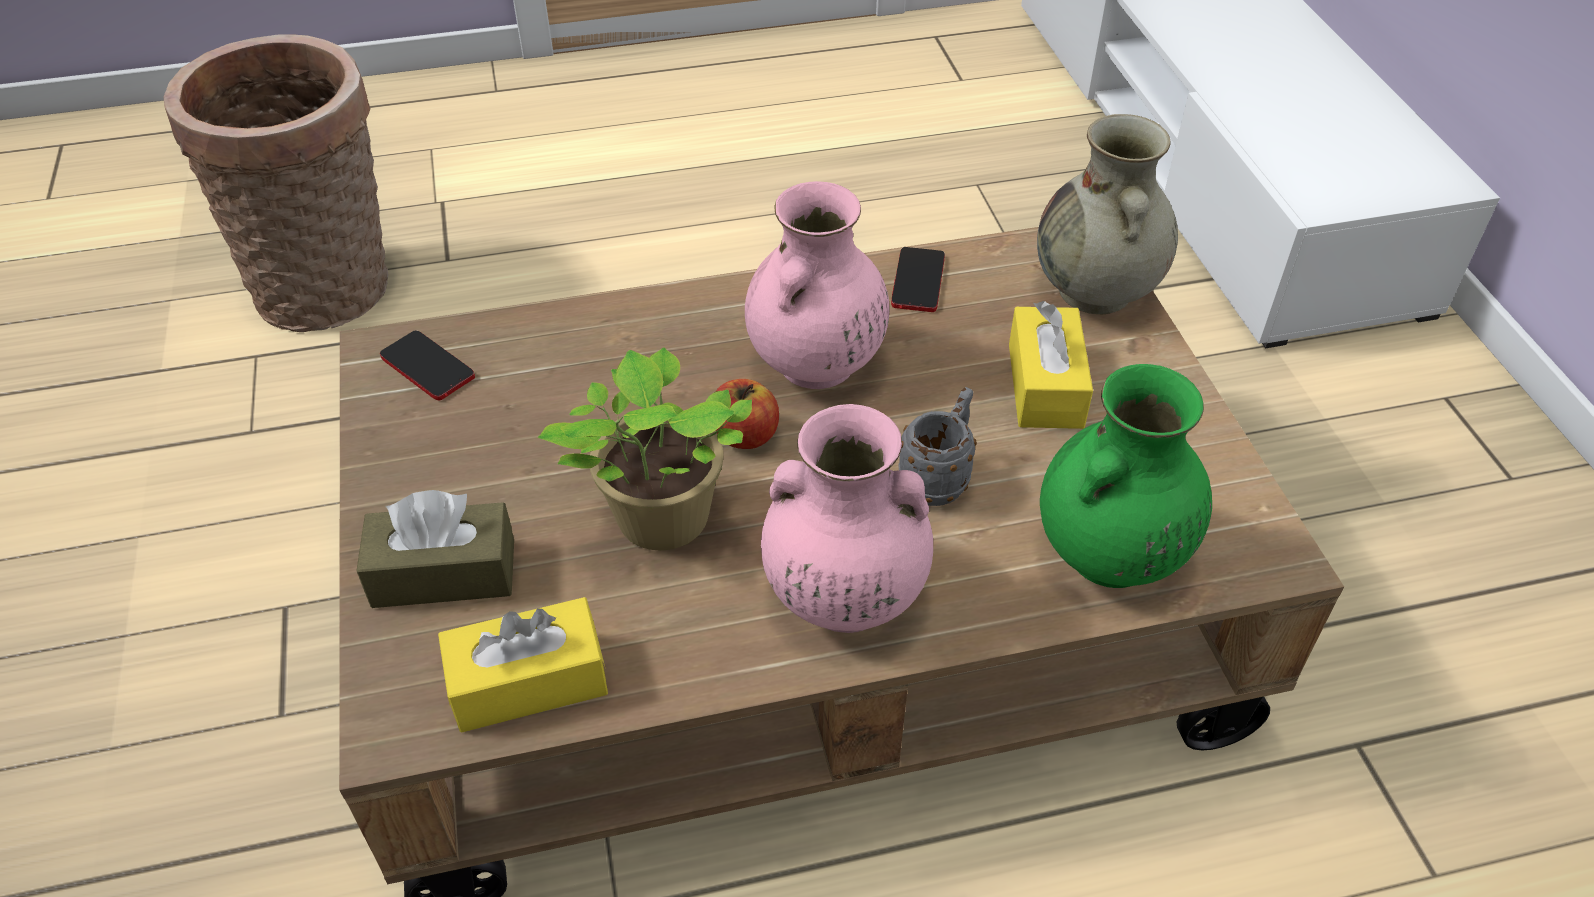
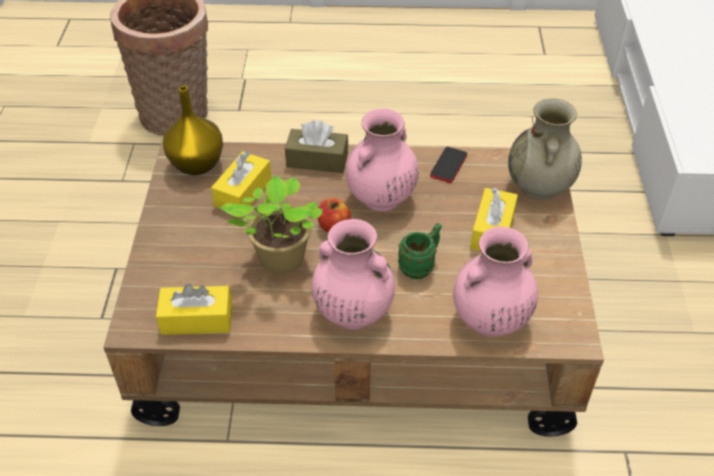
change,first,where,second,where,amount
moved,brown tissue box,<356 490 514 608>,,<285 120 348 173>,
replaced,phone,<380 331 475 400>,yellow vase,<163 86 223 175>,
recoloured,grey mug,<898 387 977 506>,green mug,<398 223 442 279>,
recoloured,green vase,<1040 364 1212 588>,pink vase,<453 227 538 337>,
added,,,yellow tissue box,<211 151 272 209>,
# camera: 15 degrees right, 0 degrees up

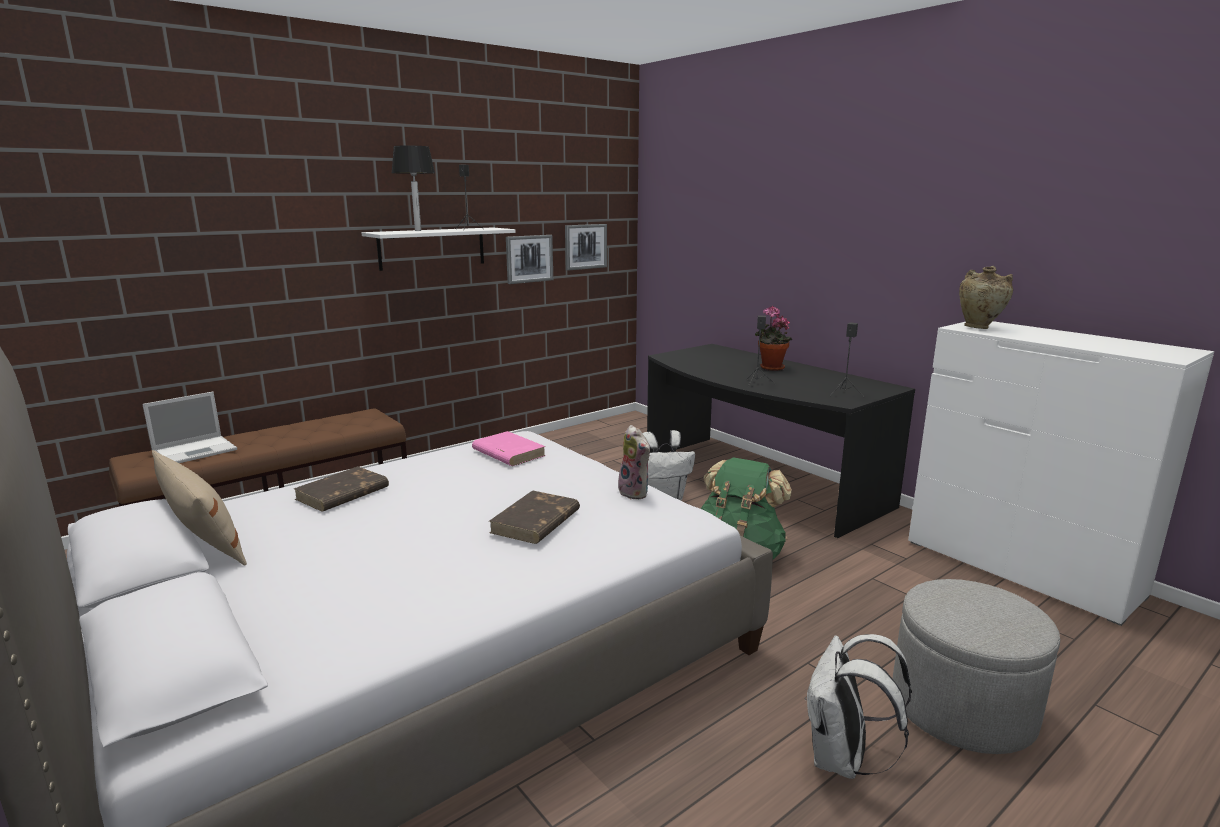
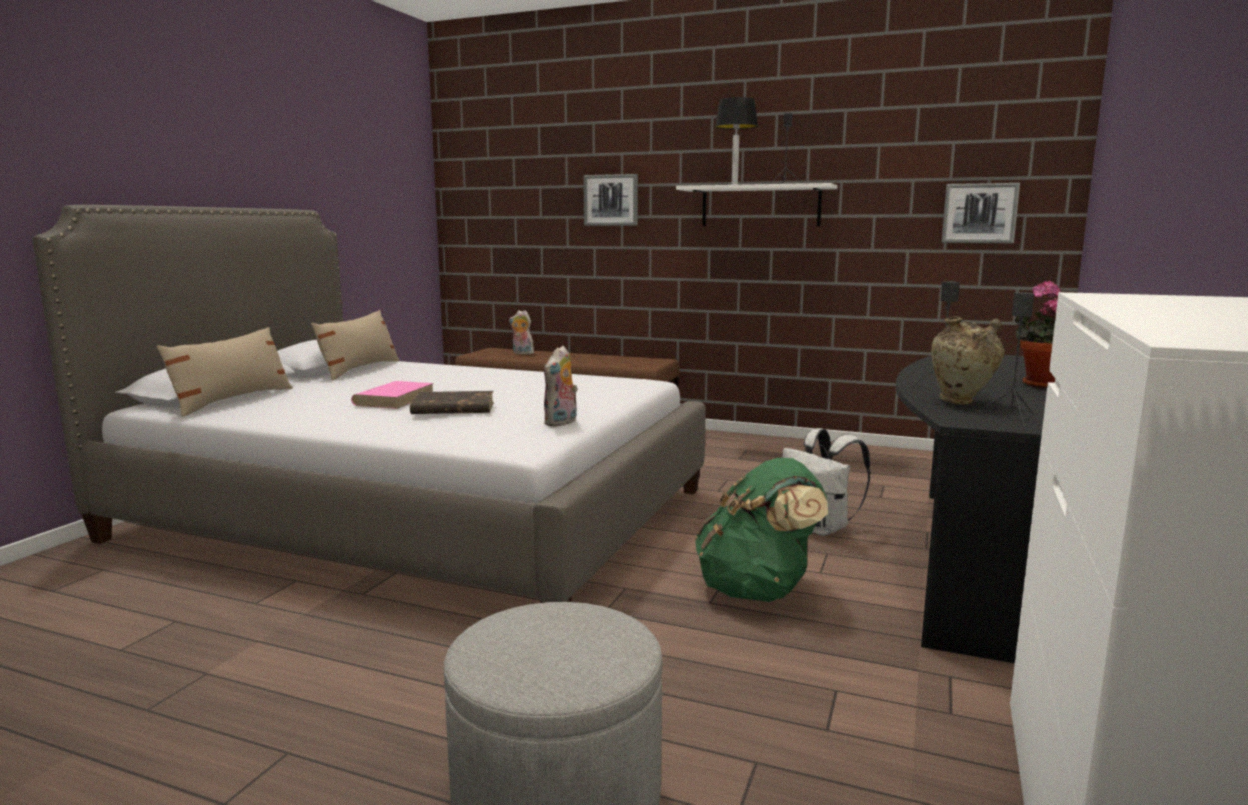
change,first,where,second,where,amount
replaced,laptop,<142 392 237 463>,plush toy,<509 310 534 354>,
removed,brown book,<294 466 389 512>,,,
moved,pink book,<472 431 546 466>,,<351 381 434 409>,
moved,picture,<506 235 553 284>,,<583 174 638 226>,
removed,white backpack,<805 634 912 779>,,,
moved,beige vase,<959 266 1013 329>,,<931 317 1005 405>,
added,,,beige pillow,<156 327 293 417>,
# camera: 60 degrees right, 5 degrees down

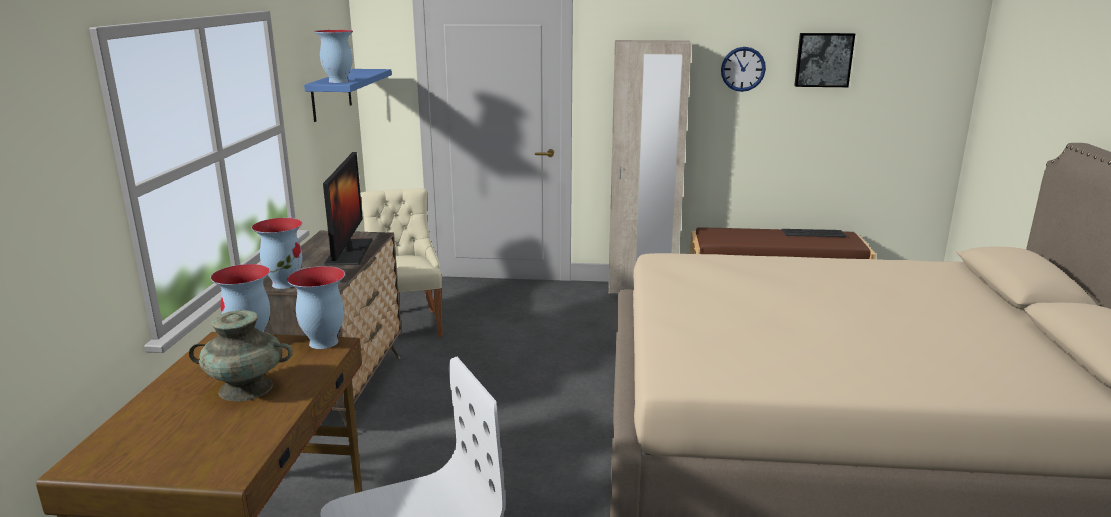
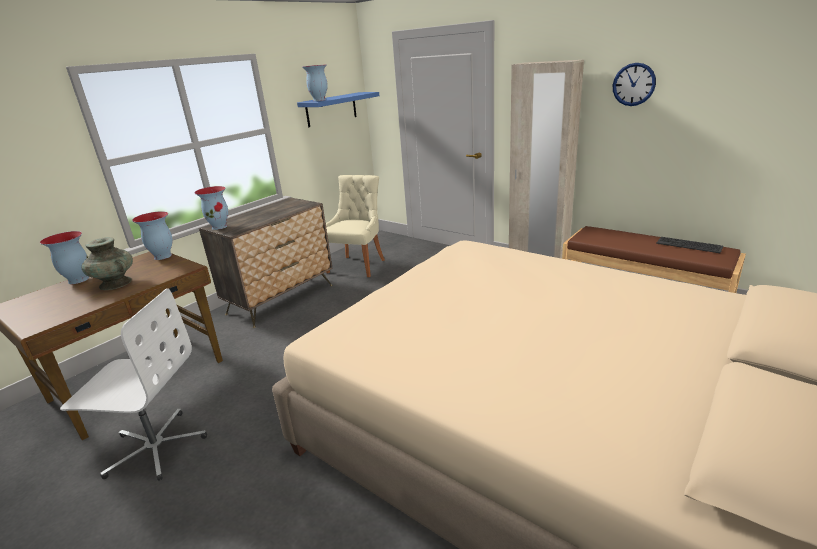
change,first,where,second,where,amount
moved,vase,<287 266 345 349>,,<40 231 89 284>,
removed,monitor,<323 152 372 265>,,,
removed,picture,<794 33 855 87>,,,
# camera: 35 degrees right, 5 degrees up

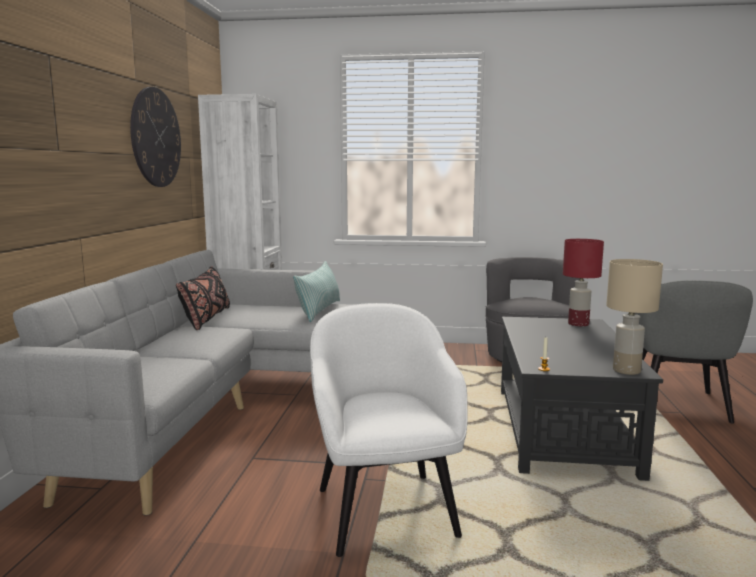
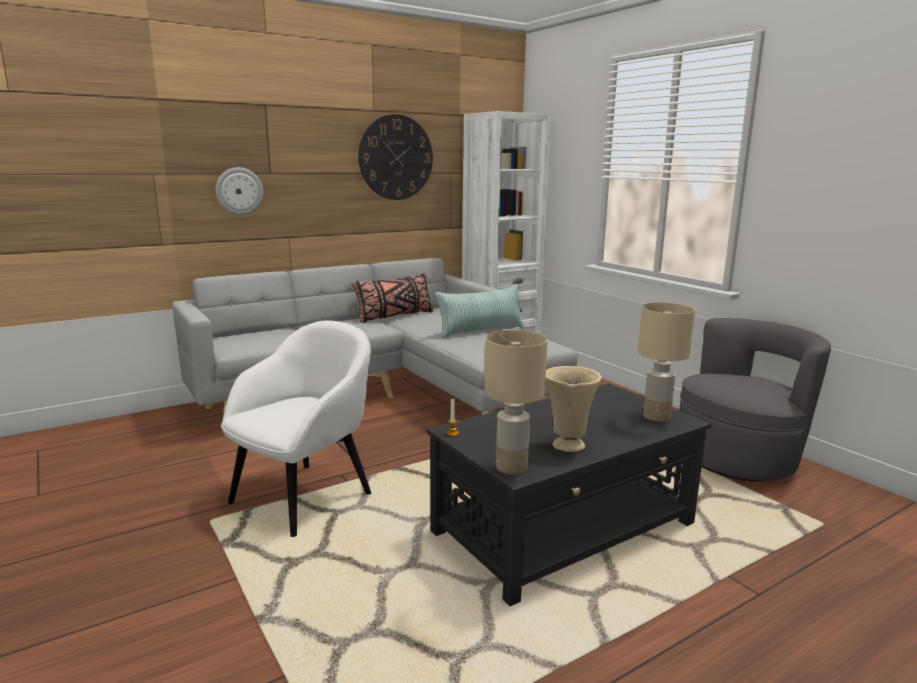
change,first,where,second,where,amount
recoloured,red table lamp,<563 239 604 326>,beige table lamp,<638 302 695 422>,
removed,grey armchair,<634 280 753 424>,,,
added,,,wall clock,<215 167 264 215>,
added,,,beige vase,<546 366 602 452>,
# camera: 50 degrees right, 5 degrees up

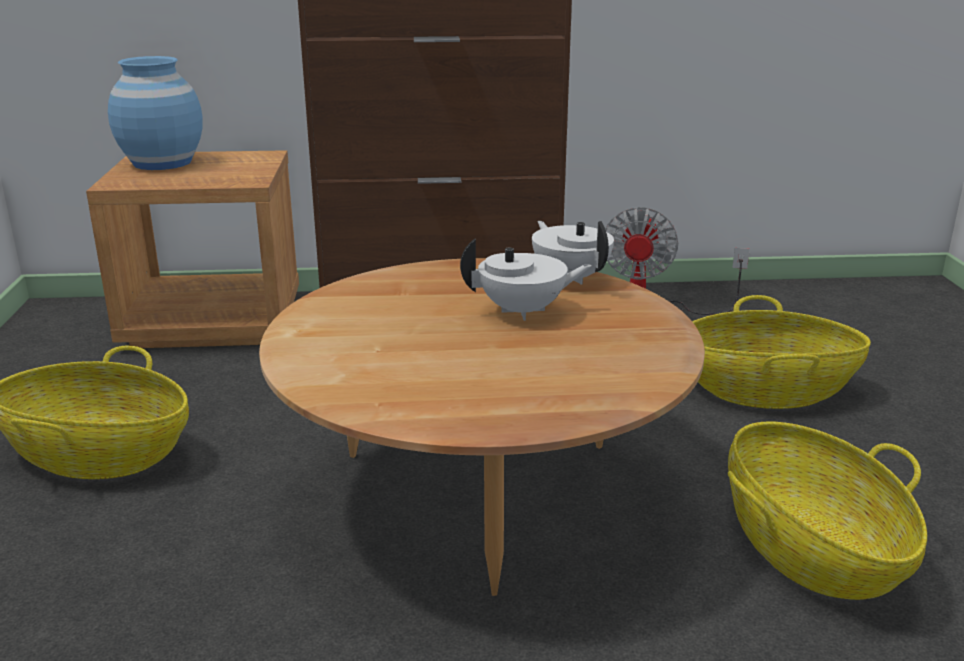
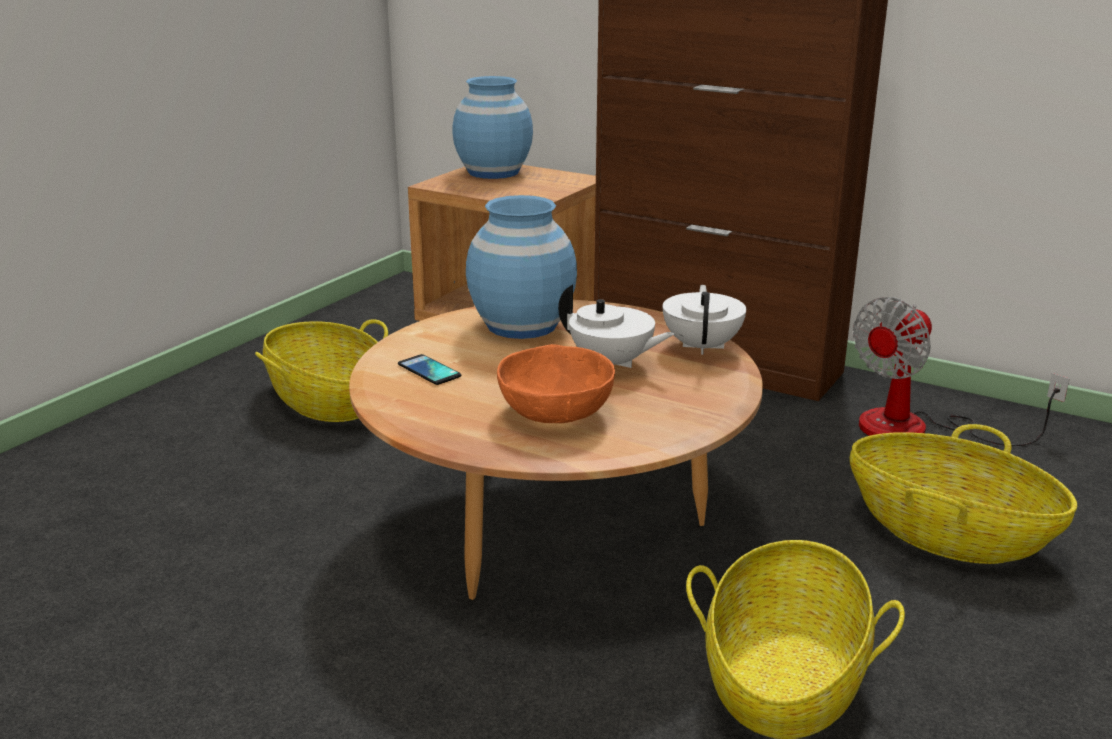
change,first,where,second,where,amount
added,,,phone,<398 354 461 385>,
added,,,blue vase,<466 195 577 339>,
added,,,orange bowl,<497 344 615 423>,
# camera: 35 degrees right, 0 degrees up

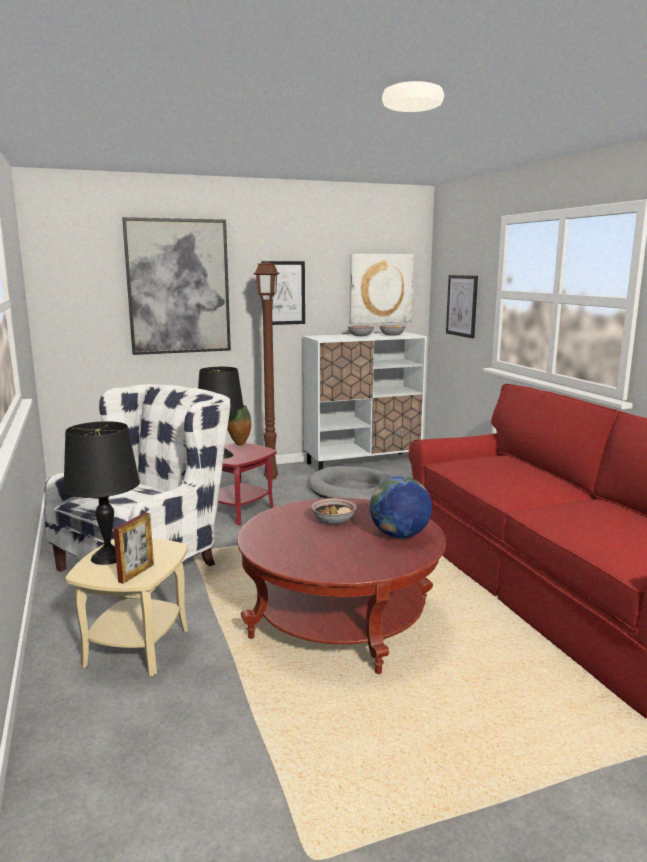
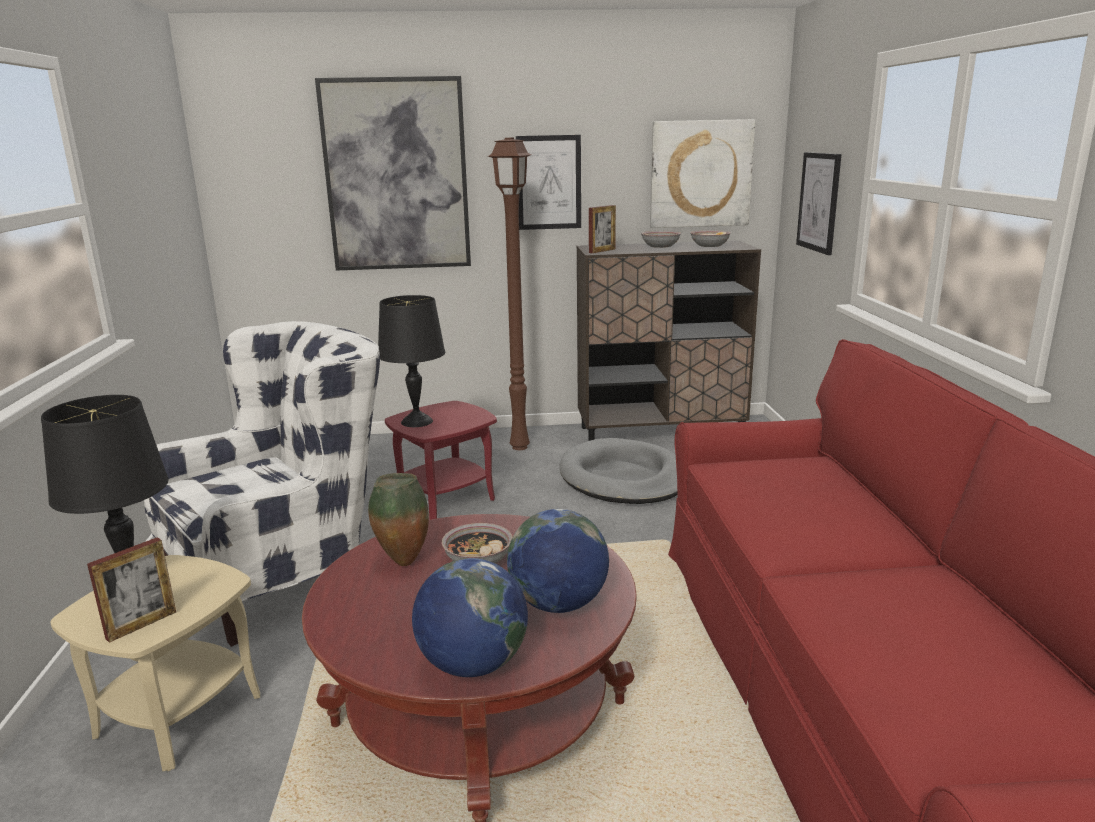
change,first,where,second,where,amount
moved,vase,<227 405 251 446>,,<368 473 429 566>,
recoloured,white cabinet,<303 332 427 470>,brown cabinet,<577 240 761 441>,
added,,,globe,<412 558 528 677>,
added,,,picture frame,<589 205 616 253>,
# camera: 15 degrees right, 5 degrees up

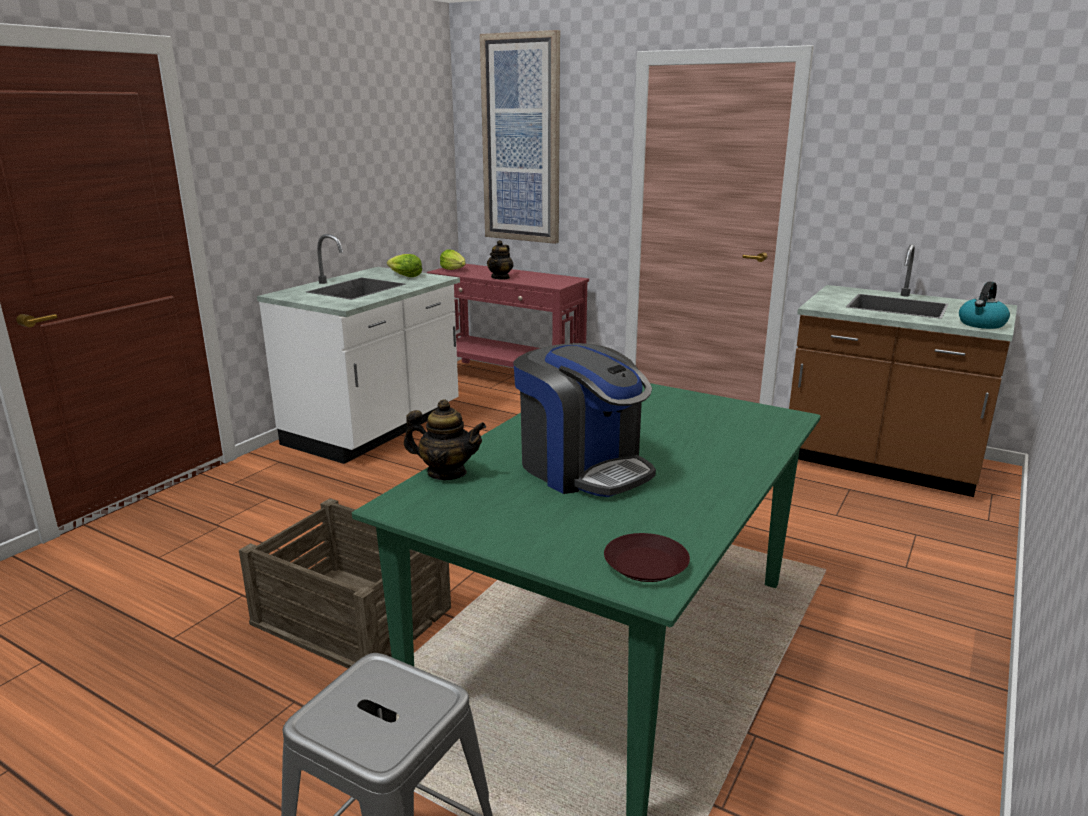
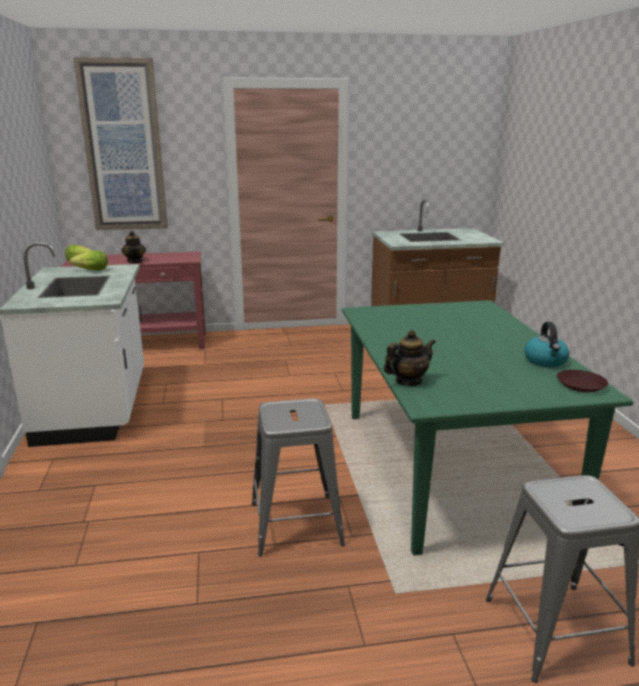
change,first,where,second,where,amount
replaced,crate,<239 498 451 668>,grey stool,<252 399 345 556>,
removed,coffee machine,<513 343 656 497>,,,
moved,kettle,<959 281 1010 329>,,<524 322 570 368>,
# camera: 40 degrees left, 0 degrees up

